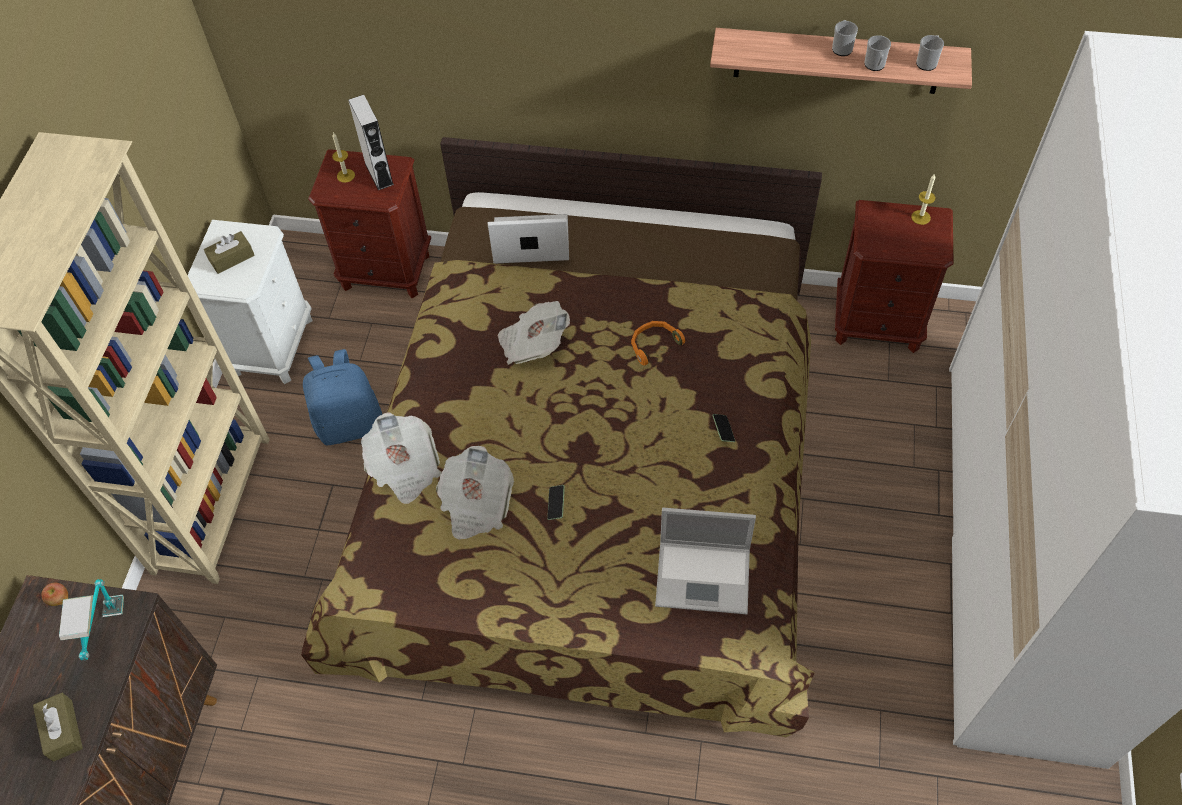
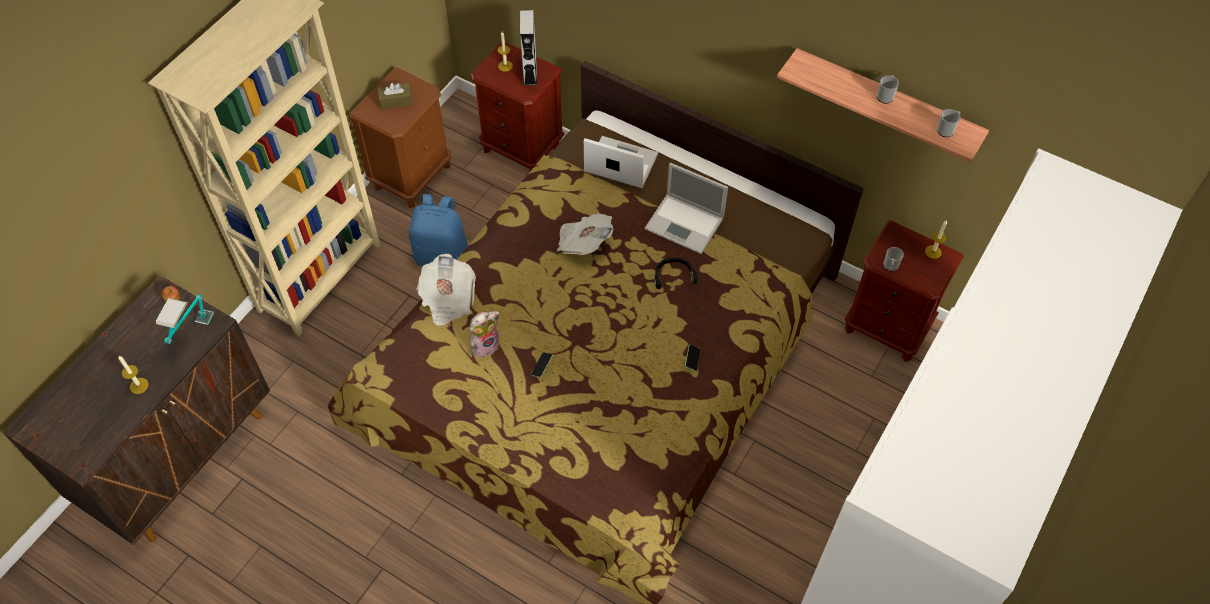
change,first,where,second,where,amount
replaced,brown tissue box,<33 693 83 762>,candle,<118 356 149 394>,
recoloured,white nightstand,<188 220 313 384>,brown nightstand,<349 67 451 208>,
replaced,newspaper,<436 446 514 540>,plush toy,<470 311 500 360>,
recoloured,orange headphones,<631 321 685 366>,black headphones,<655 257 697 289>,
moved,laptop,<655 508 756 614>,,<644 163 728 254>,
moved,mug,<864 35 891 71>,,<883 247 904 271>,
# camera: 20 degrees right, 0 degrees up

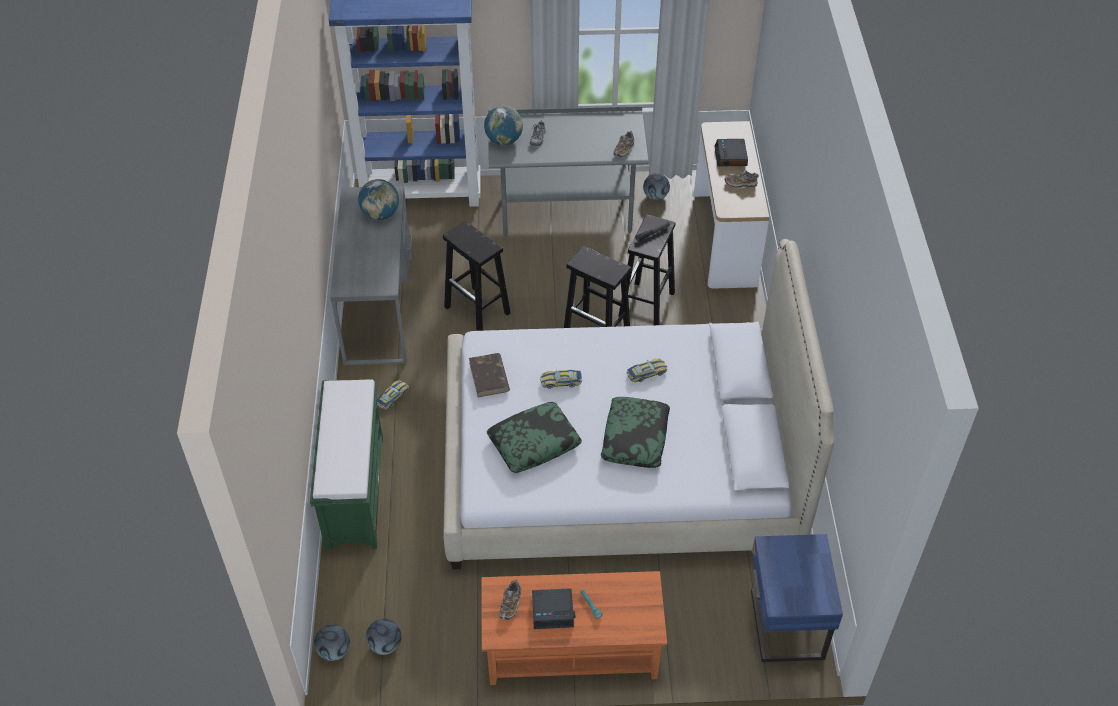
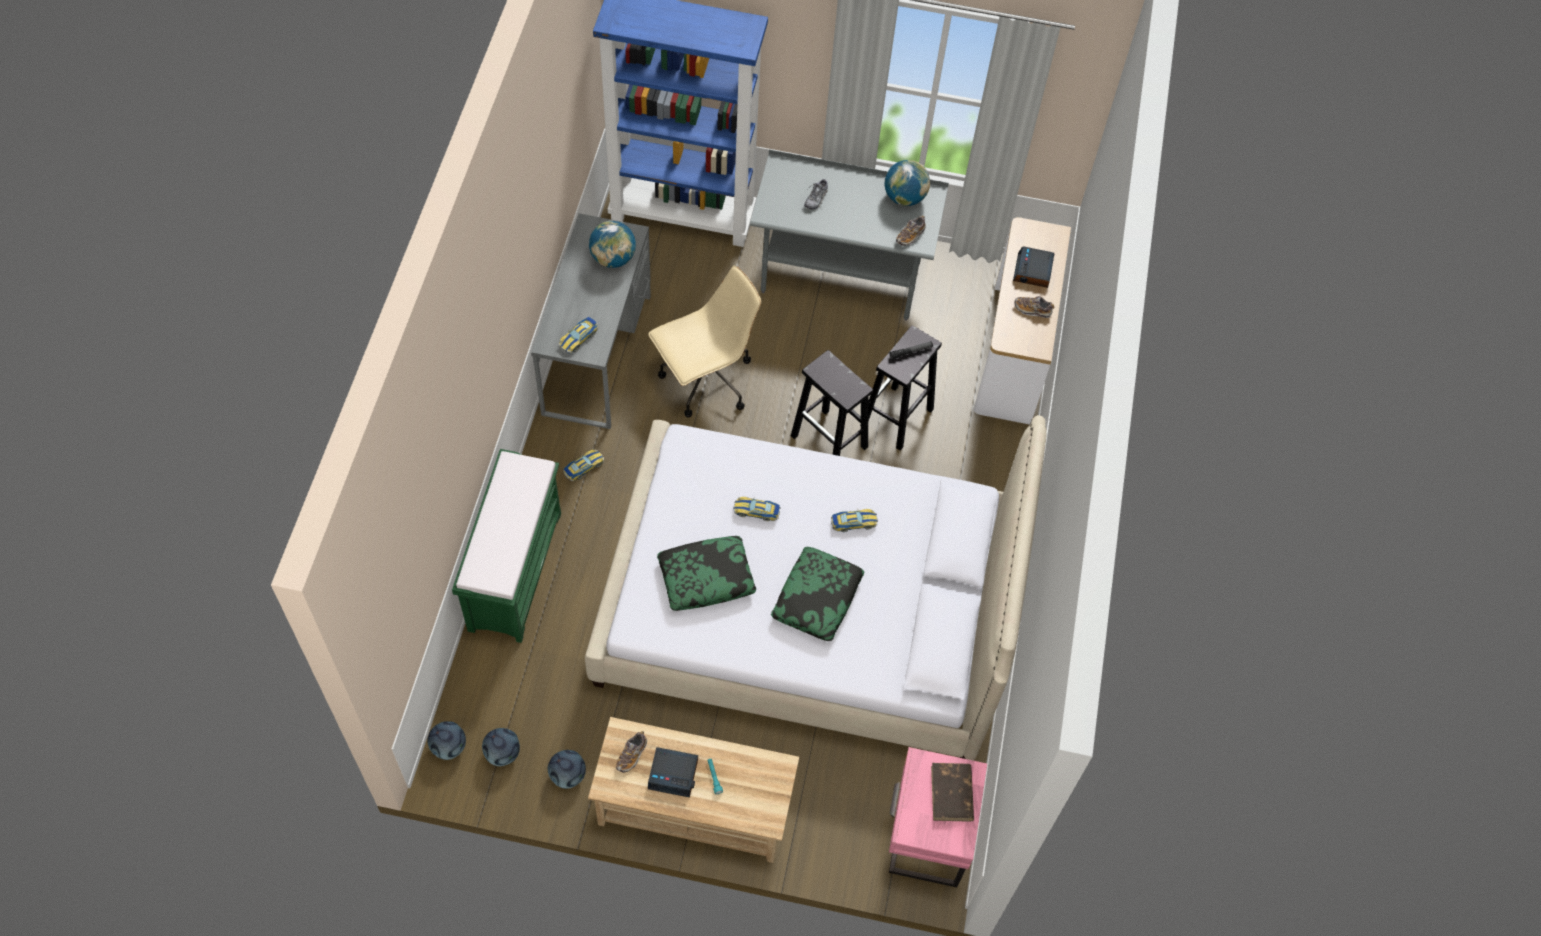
change,first,where,second,where,amount
replaced,black stool,<443 221 511 331>,beige office chair,<648 266 761 418>,
moved,brown book,<469 353 510 397>,,<931 763 974 822>,
recoloured,orange coffee table,<482 571 667 685>,beige coffee table,<588 717 799 863>,
moved,globe,<484 106 523 145>,,<885 160 930 206>,
moved,football,<643 173 670 200>,,<548 750 586 789>,
recoloured,blue nightstand,<751 534 843 662>,pink nightstand,<889 747 987 887>,
added,,,toy car,<559 317 598 354>,
# camera: 10 degrees right, 10 degrees up

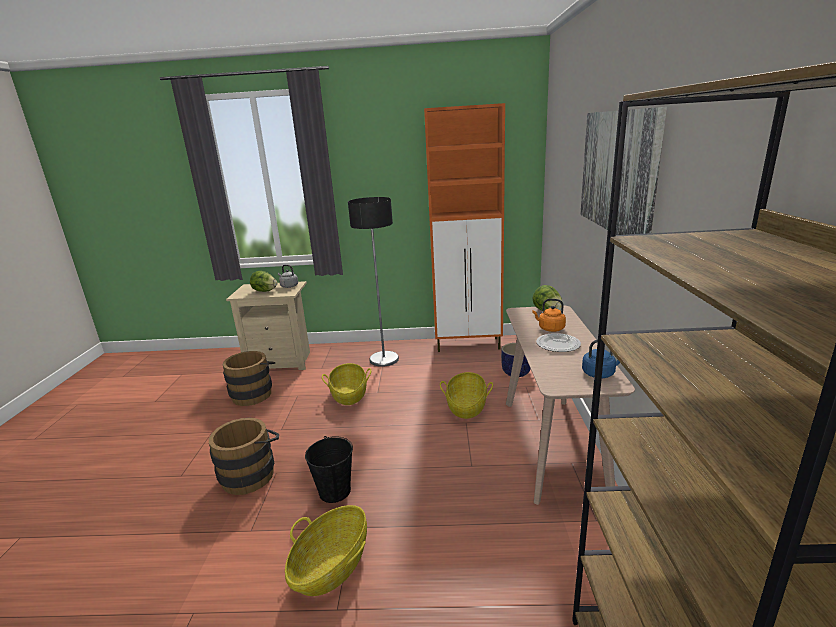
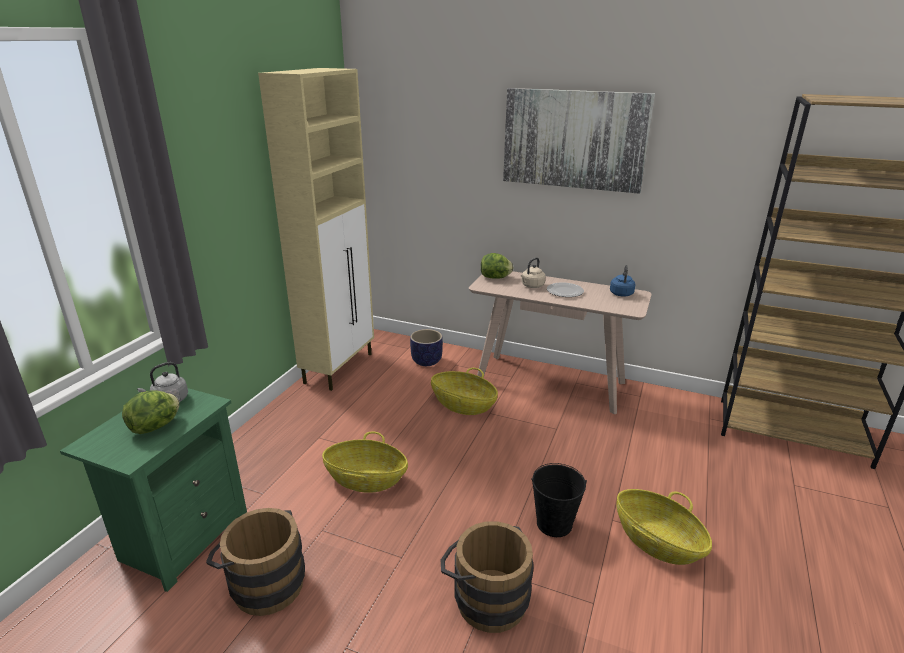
change,first,where,second,where,amount
recoloured,beige nightstand,<226 281 310 370>,green nightstand,<60 388 247 592>,
removed,floor lamp,<348 197 399 367>,,,
recoloured,orange cabinet,<424 103 505 352>,beige cabinet,<258 68 374 391>,
recoloured,orange kettle,<532 299 566 332>,beige kettle,<521 257 545 288>,
# camera: 70 degrees left, 5 degrees up

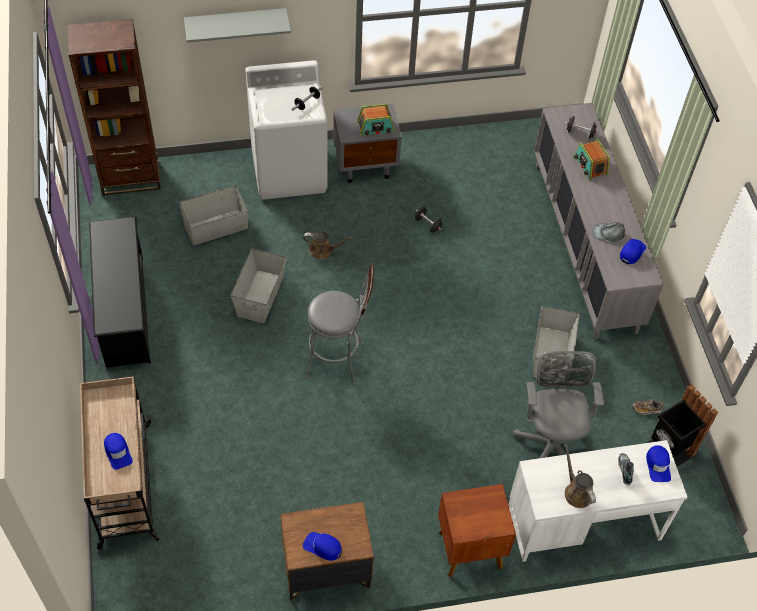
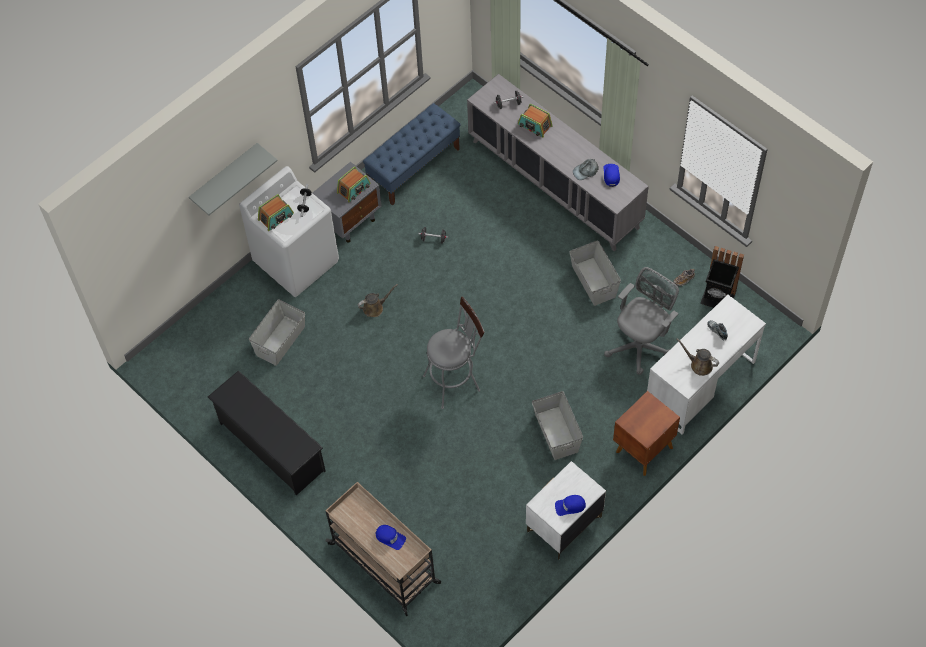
change,first,where,second,where,amount
removed,brown bookcase,<67 19 161 195>,,,
moved,grey storage box,<231 248 287 323>,,<532 391 583 460>,
recoloured,brown nightstand,<280 502 374 601>,white nightstand,<526 461 606 559>,
turned,grey office chair,<513 351 604 458>,,<604 267 679 375>,75 degrees clockwise
removed,blue cap,<646 445 671 482>,,,
added,,,radio,<258 194 294 231>,
added,,,blue bench,<363 103 461 206>,
# camera: 30 degrees left, 5 degrees up

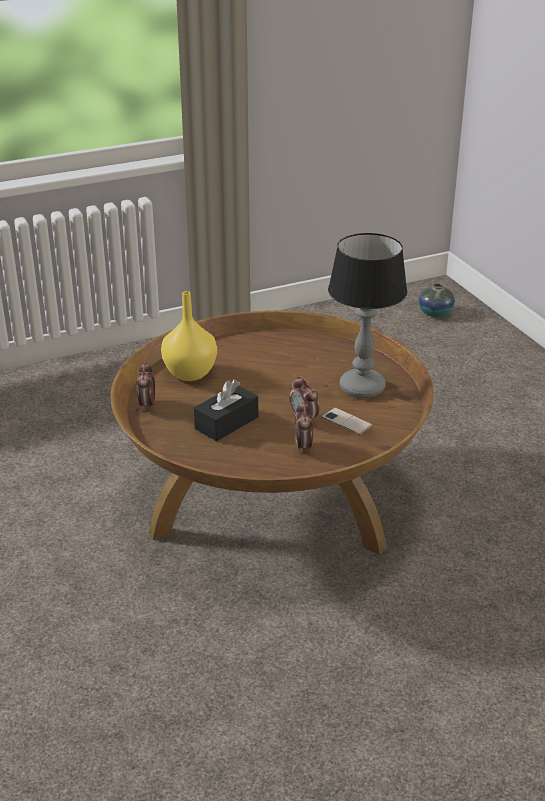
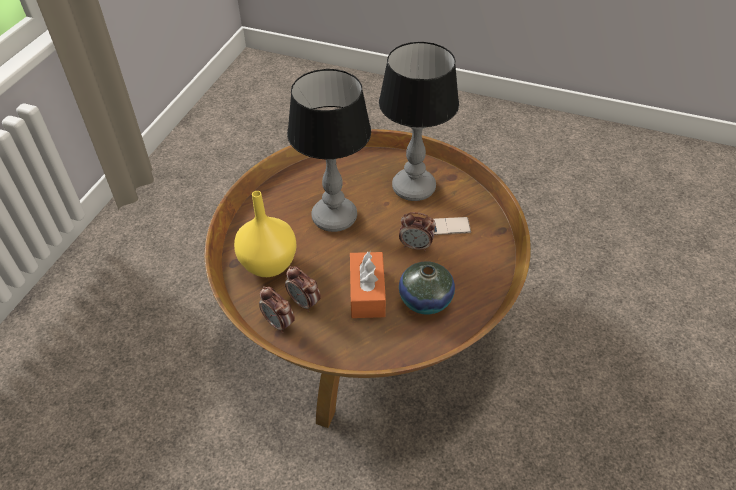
change,first,where,second,where,amount
recoloured,black tissue box,<194 380 258 441>,orange tissue box,<350 251 386 318>,
moved,alarm clock,<295 401 313 453>,,<285 266 321 312>,
moved,vase,<419 283 455 317>,,<399 261 455 315>,
added,,,table lamp,<287 69 371 232>,
# camera: 45 degrees left, 15 degrees up

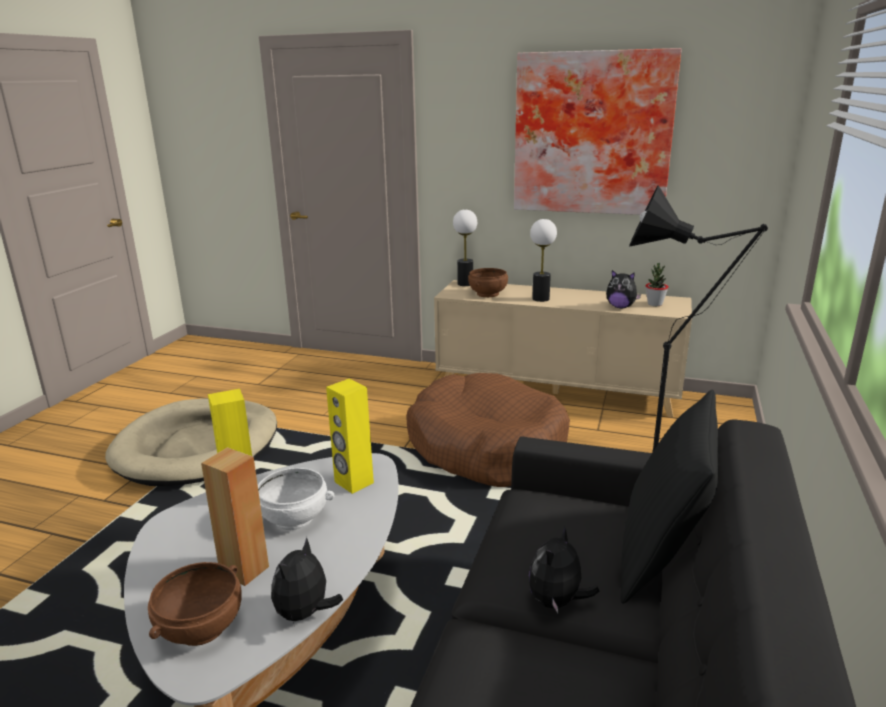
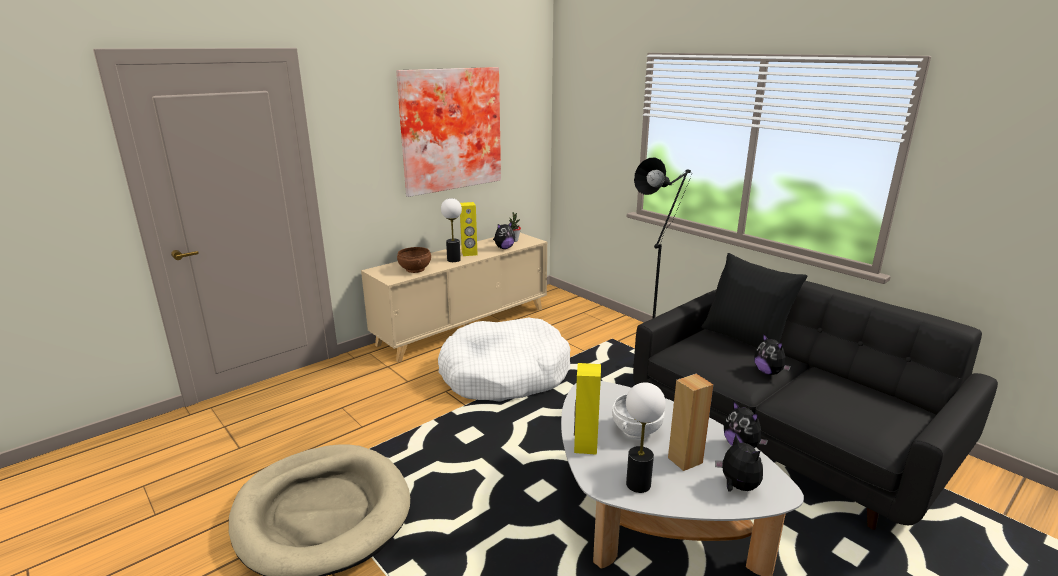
change,first,where,second,where,amount
replaced,brown bowl,<148 562 242 646>,plush toy,<715 435 763 492>,
moved,yellow speaker,<326 379 374 494>,,<460 202 478 256>,
recoloured,brown dog bed,<406 373 570 487>,white dog bed,<438 318 571 402>,
moved,table lamp,<453 209 477 286>,,<626 382 665 493>,
# camera: 60 degrees left, 0 degrees up

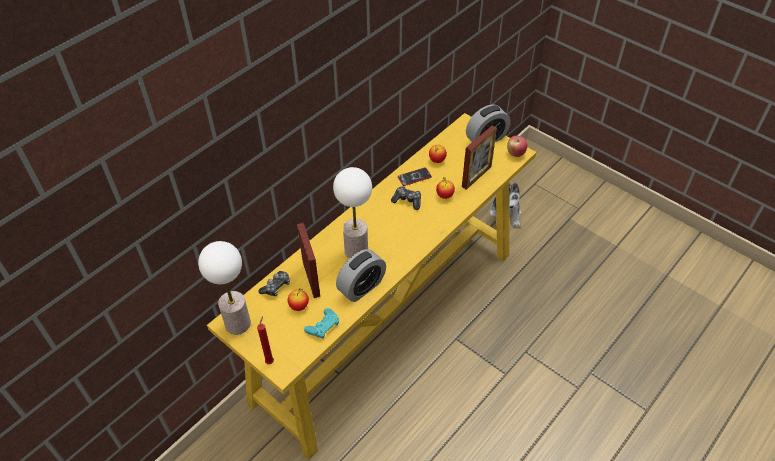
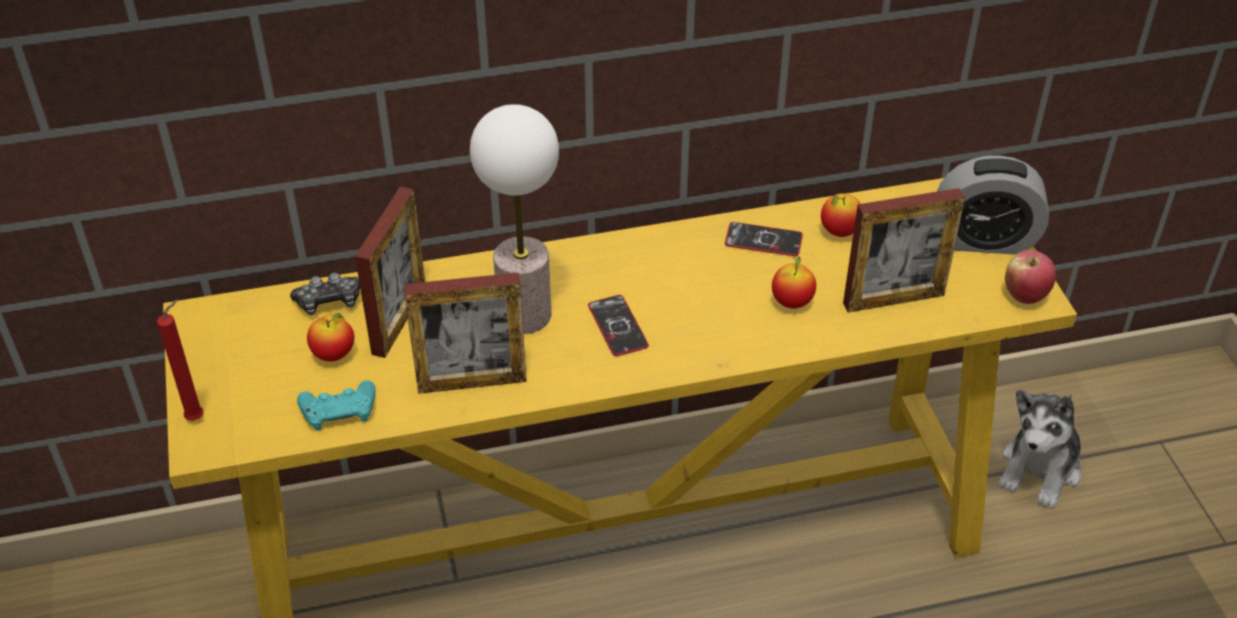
change,first,where,second,where,amount
removed,table lamp,<198 241 251 335>,,,
replaced,alarm clock,<336 249 386 302>,picture frame,<404 272 526 394>,
removed,game controller,<391 186 421 210>,,,
added,,,phone,<588 295 649 356>,
# camera: 35 degrees right, 5 degrees down

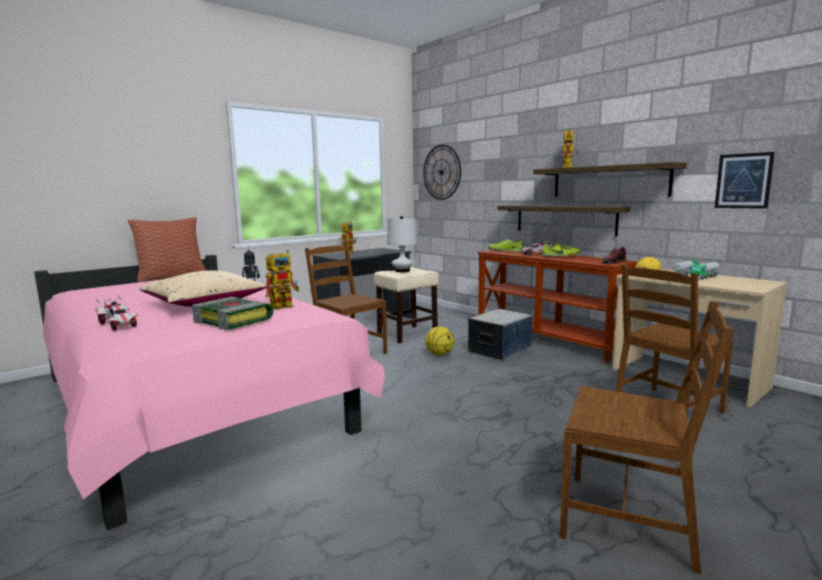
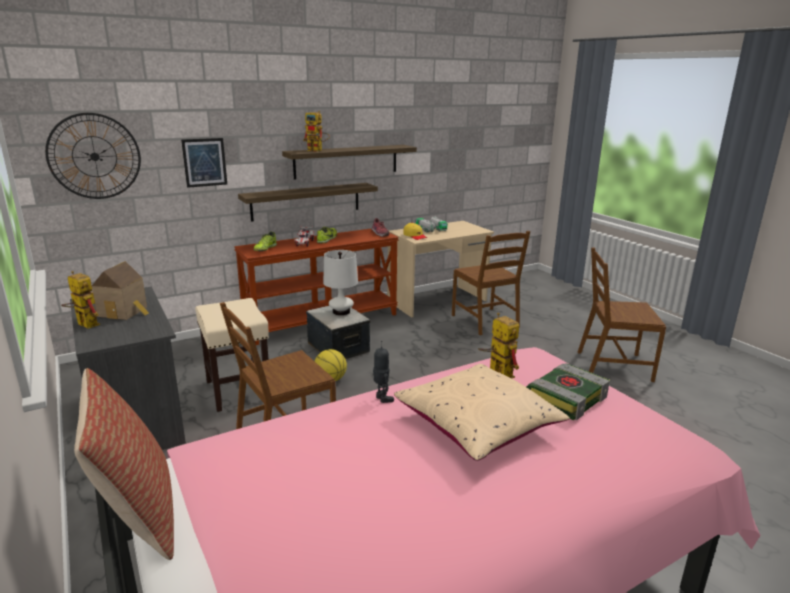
change,first,where,second,where,amount
removed,toy car,<95 296 138 331>,,,
moved,white table lamp,<387 216 417 272>,,<323 250 358 315>,
turned,brown chair,<560 301 734 574>,,<578 247 666 382>,120 degrees counterclockwise
moved,picture,<715 152 775 209>,,<181 138 227 188>,
added,,,toy house,<92 261 149 320>,
# camera: 80 degrees left, 10 degrees up

